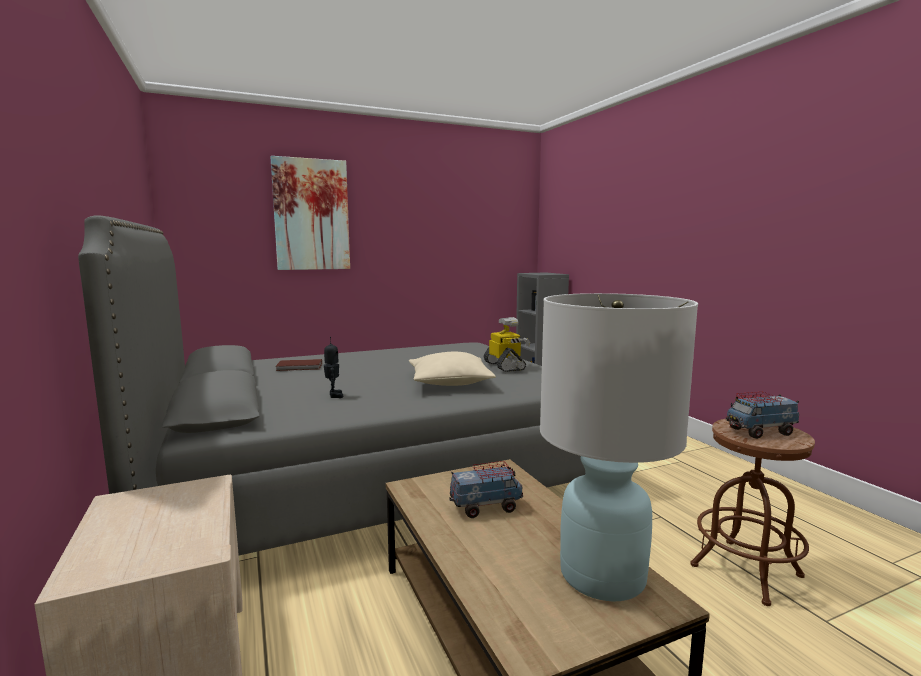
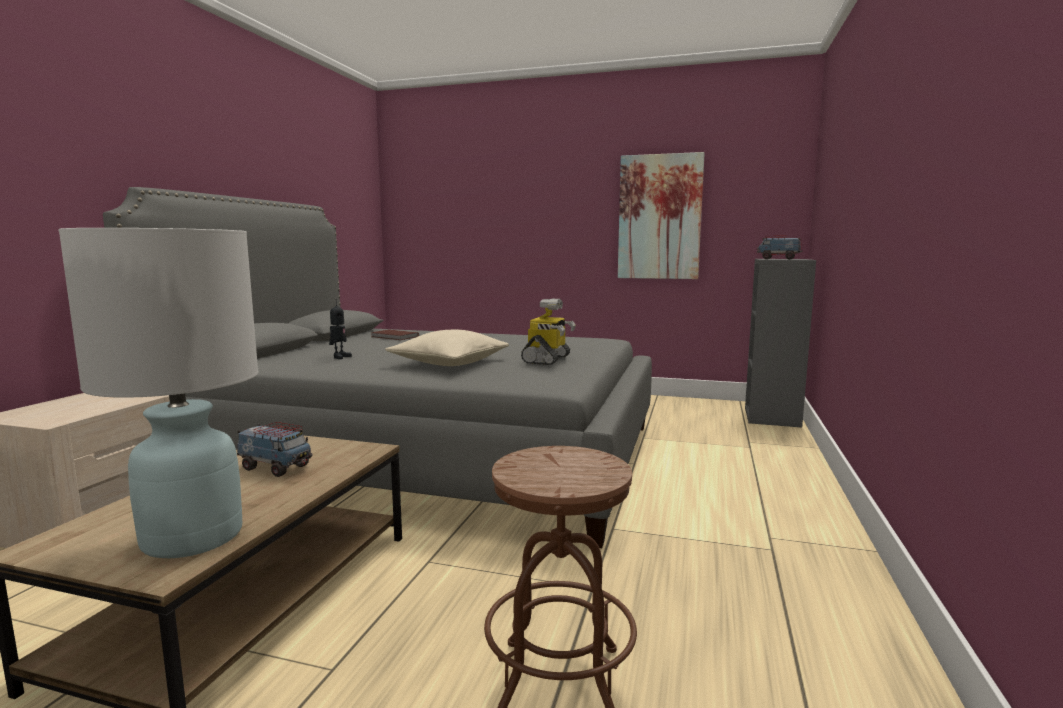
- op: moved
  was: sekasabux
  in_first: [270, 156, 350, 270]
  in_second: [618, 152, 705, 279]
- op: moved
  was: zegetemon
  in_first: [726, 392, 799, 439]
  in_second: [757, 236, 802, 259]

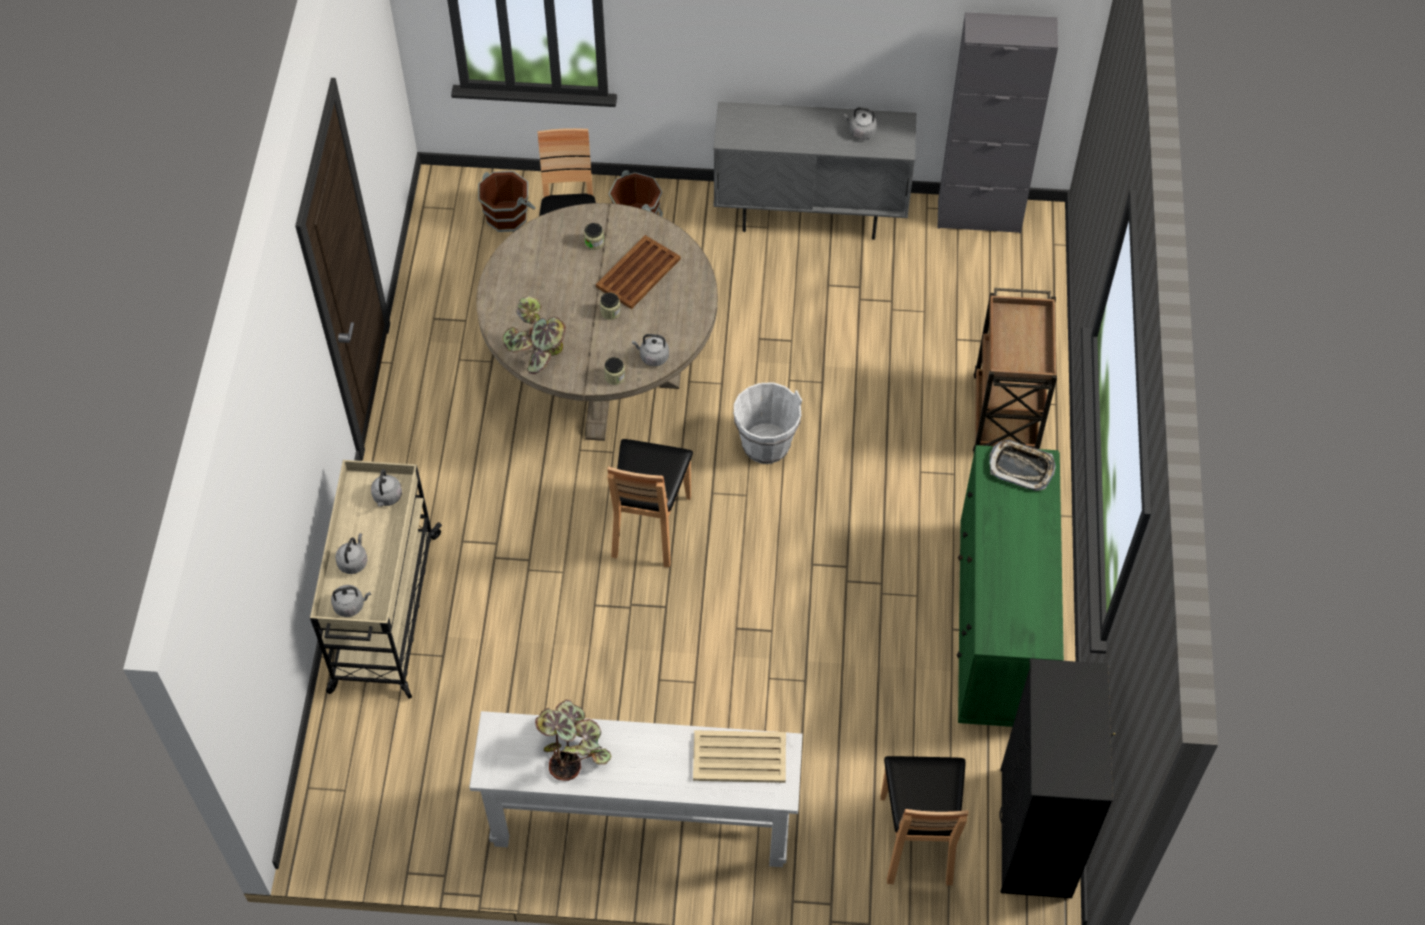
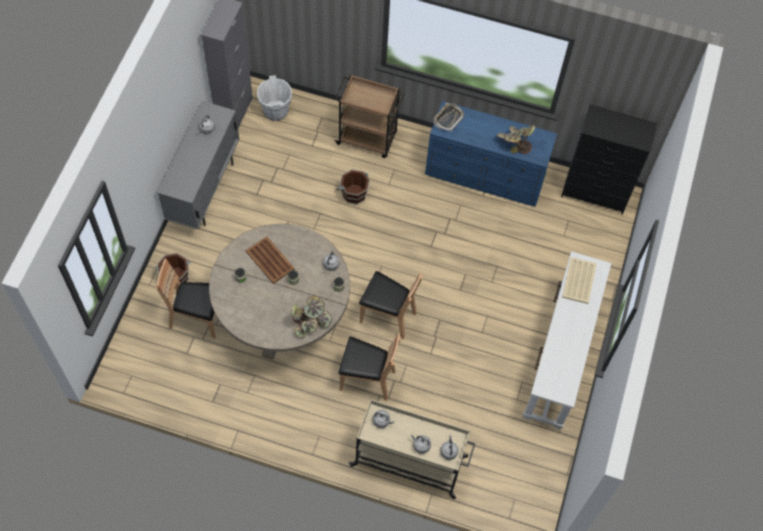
- op: moved
  was: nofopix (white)
  in_first: [733, 382, 802, 464]
  in_second: [257, 75, 292, 121]
- op: moved
  was: nofopix (brown)
  in_first: [478, 171, 536, 232]
  in_second: [336, 169, 370, 205]
- op: moved
  was: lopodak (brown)
  in_first: [880, 756, 968, 886]
  in_second: [338, 334, 401, 401]
- op: recoloured
  was: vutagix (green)
  now: vutagix (blue)
  in_first: [957, 445, 1064, 727]
  in_second: [425, 101, 557, 207]
- op: moved
  was: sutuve
  in_first: [535, 700, 611, 781]
  in_second: [496, 125, 536, 154]

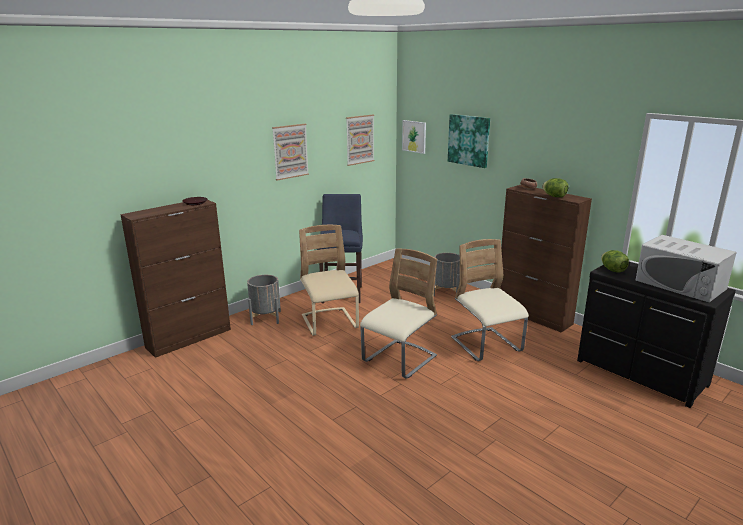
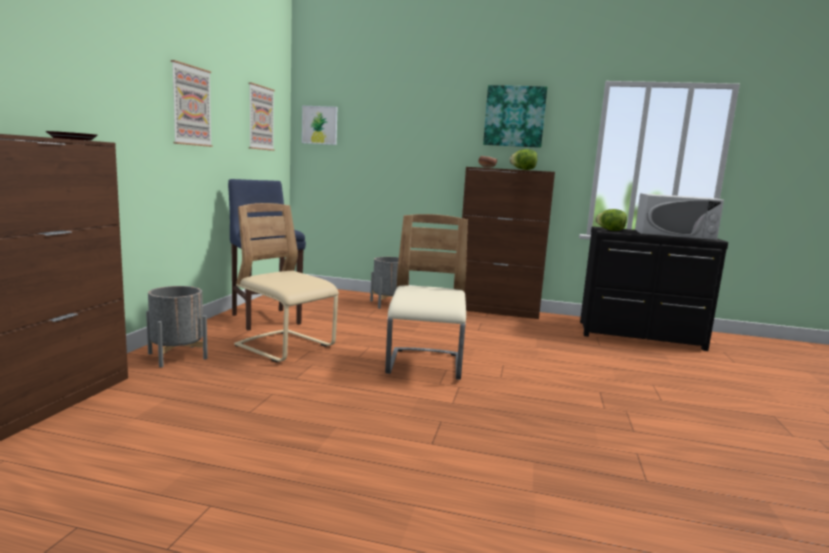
- op: moved
  was: sekasabux
  in_first: [448, 114, 490, 168]
  in_second: [483, 85, 547, 148]
- op: removed
  was: lopodak (beige)
  in_first: [451, 239, 529, 361]

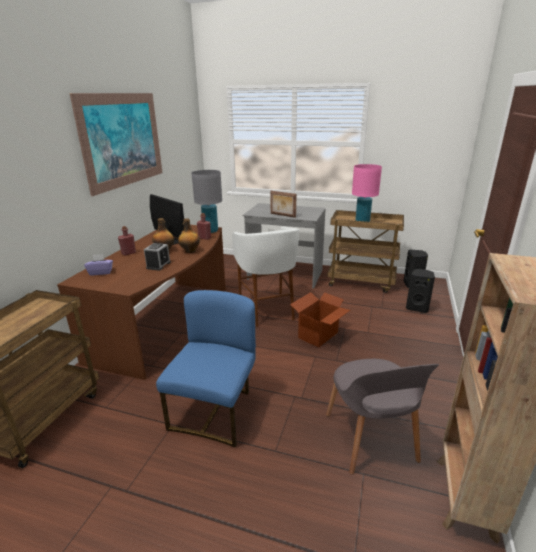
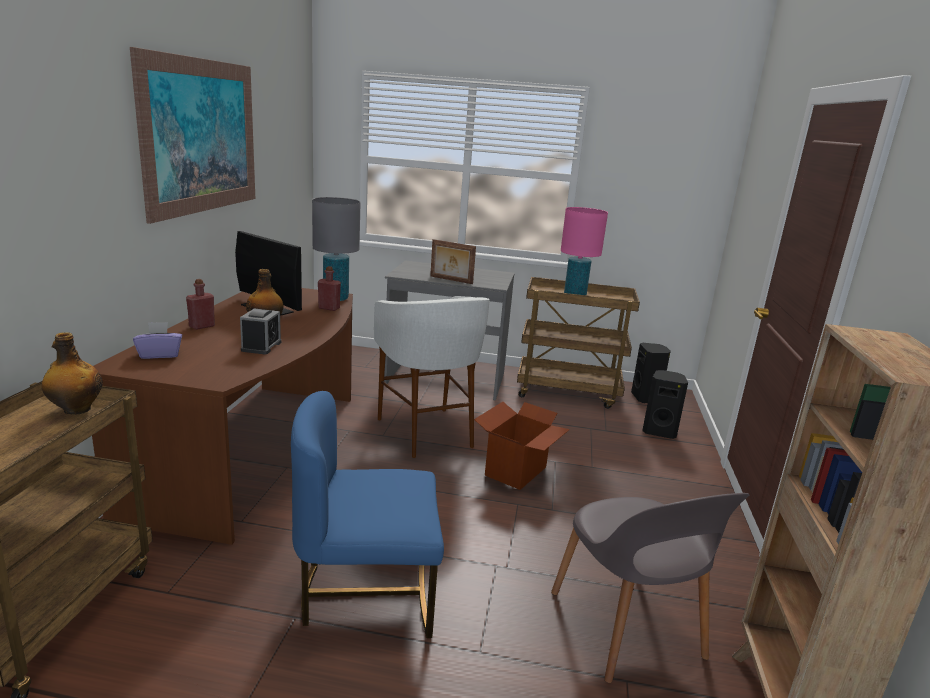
- op: moved
  was: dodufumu
  in_first: [178, 219, 200, 253]
  in_second: [42, 332, 103, 415]
- op: turned
  was: lopodak (blue)
  in_first: [156, 290, 256, 448]
  in_second: [291, 391, 444, 638]
  clockwise: -105

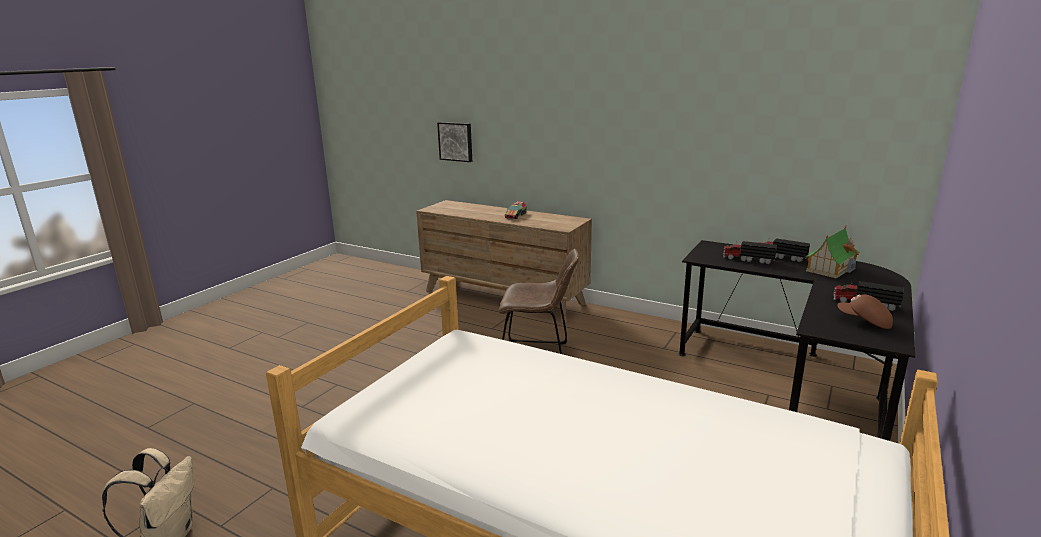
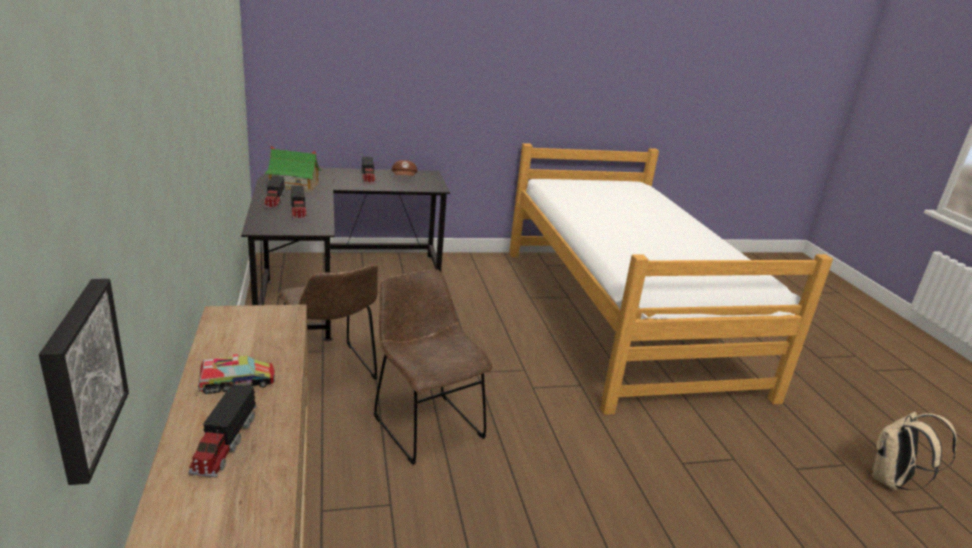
- op: added
  now: zegetemon
  in_second: [188, 384, 257, 478]
- op: added
  now: lopodak (brown)
  in_second: [278, 264, 378, 379]

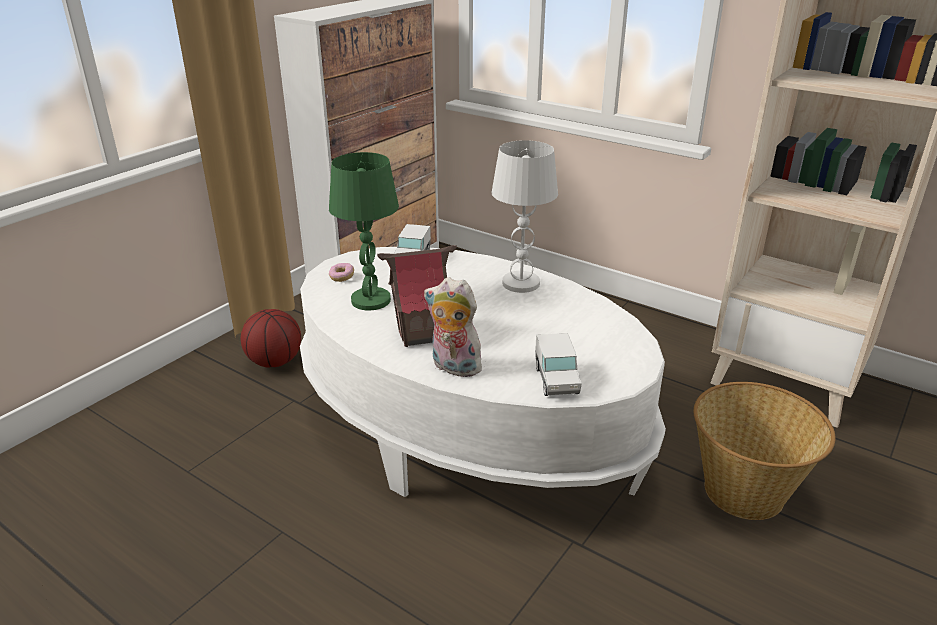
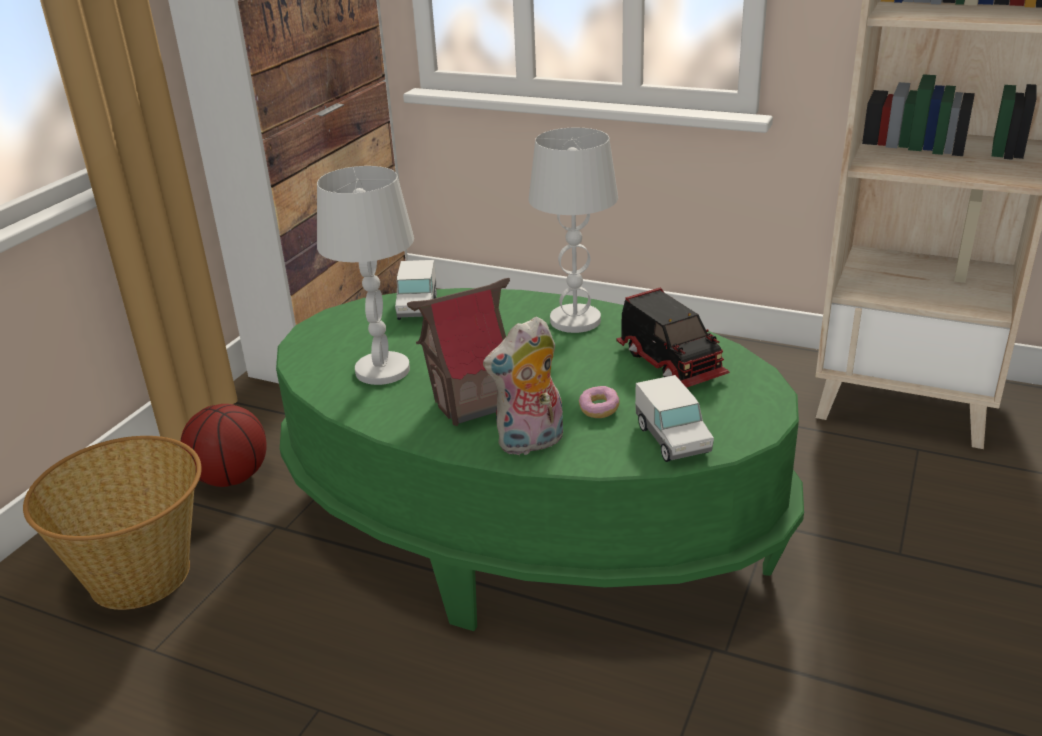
- op: moved
  was: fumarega
  in_first: [694, 382, 836, 520]
  in_second: [23, 436, 202, 610]
- op: recoloured
  was: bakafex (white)
  now: bakafex (green)
  in_first: [300, 247, 666, 497]
  in_second: [276, 288, 804, 631]
- op: recoloured
  was: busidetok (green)
  now: busidetok (white)
  in_first: [329, 152, 399, 310]
  in_second: [317, 166, 414, 385]
- op: turned
  was: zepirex
  in_first: [424, 277, 484, 377]
  in_second: [483, 316, 563, 455]
  clockwise: -45
- op: moved
  was: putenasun
  in_first: [329, 263, 354, 282]
  in_second: [579, 386, 620, 418]
- op: added
  now: zegetemon
  in_second: [616, 288, 730, 388]

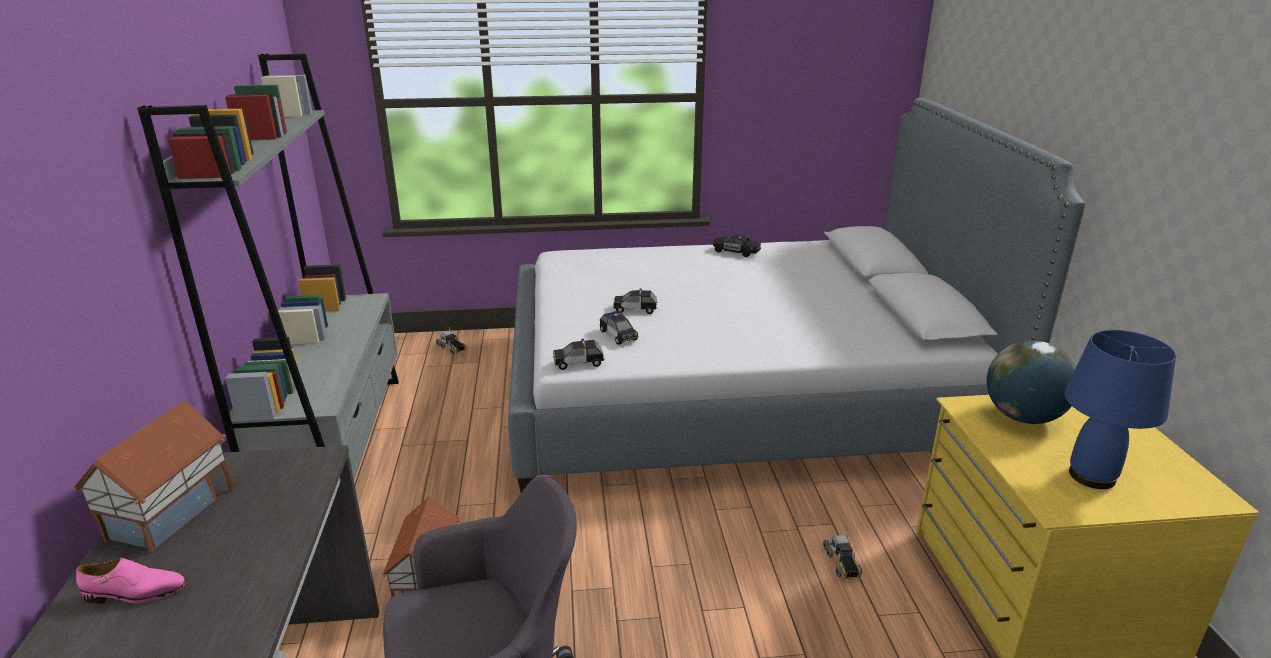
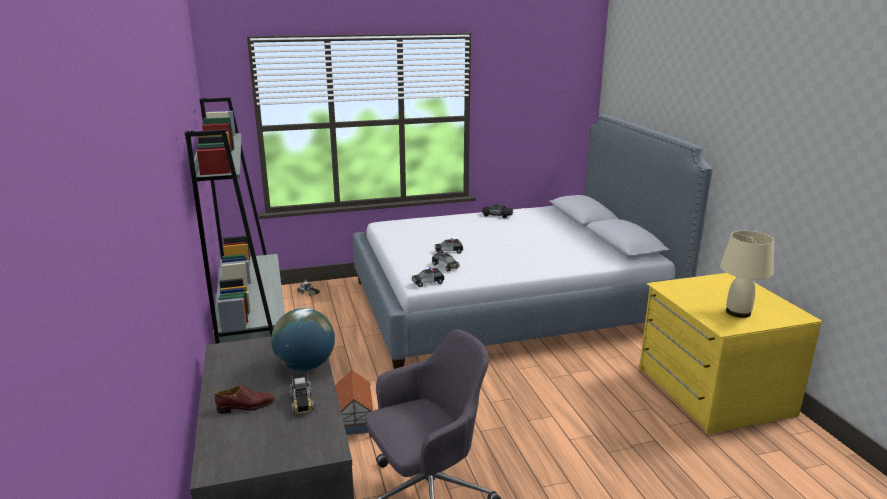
- op: recoloured
  was: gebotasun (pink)
  now: gebotasun (brown)
  in_first: [76, 558, 186, 604]
  in_second: [215, 385, 275, 414]
- op: moved
  was: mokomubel
  in_first: [987, 341, 1076, 424]
  in_second: [271, 308, 335, 371]
- op: moved
  was: zegetemon
  in_first: [823, 530, 862, 579]
  in_second: [288, 372, 315, 414]
- op: recoloured
  was: busidetok (blue)
  now: busidetok (beige)
  in_first: [1064, 330, 1176, 489]
  in_second: [720, 231, 774, 318]
- op: removed
  was: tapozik
  in_first: [73, 401, 234, 553]

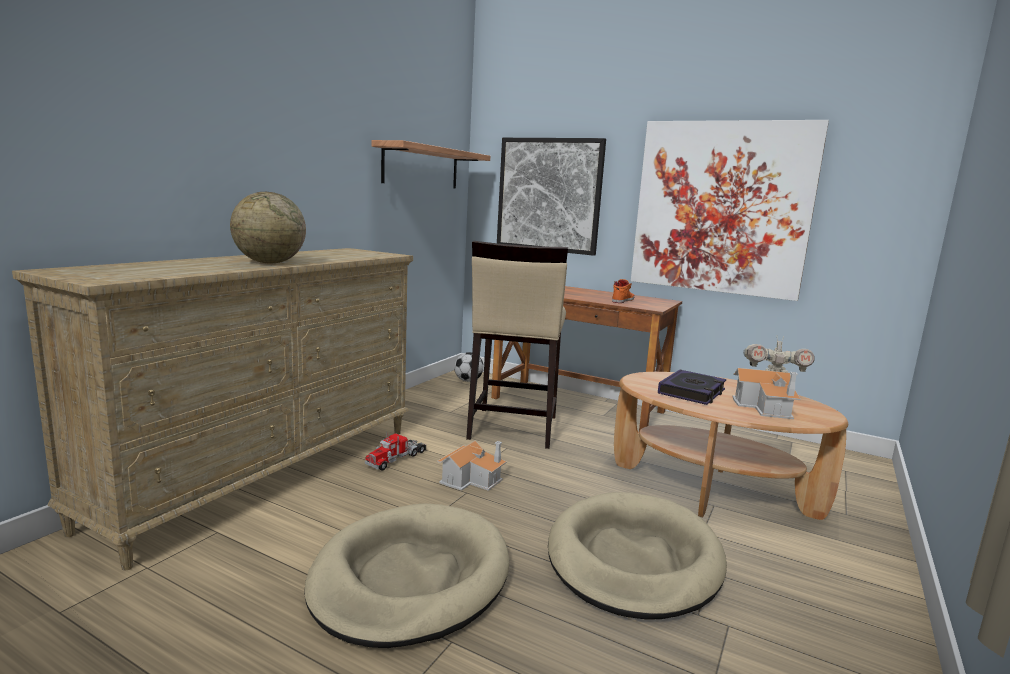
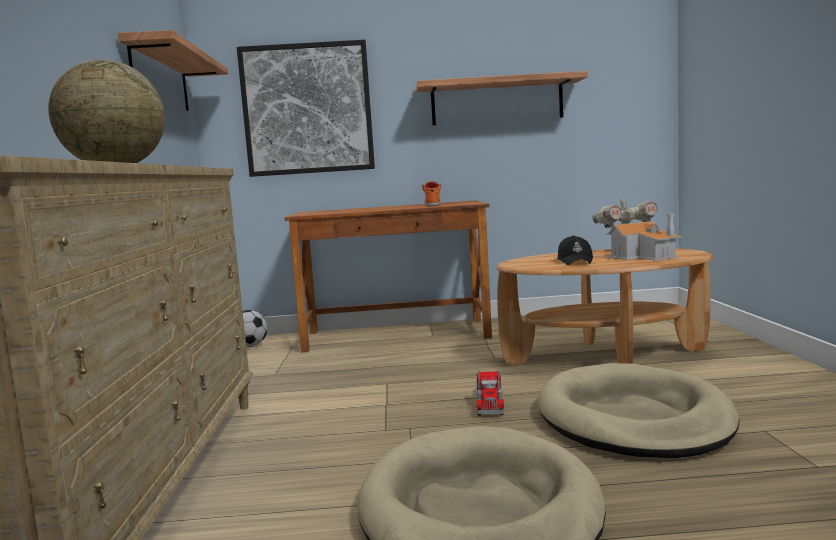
- op: replaced
  was: sekasabux
  now: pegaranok
  in_first: [631, 120, 829, 301]
  in_second: [416, 71, 588, 125]
- op: moved
  was: zegetemon
  in_first: [365, 432, 426, 471]
  in_second: [477, 370, 504, 416]
- op: replaced
  was: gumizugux
  now: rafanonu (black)
  in_first: [658, 370, 726, 405]
  in_second: [557, 235, 593, 265]
- op: removed
  was: tapozik
  in_first: [437, 441, 507, 491]
- op: removed
  was: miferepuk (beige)
  in_first: [466, 241, 568, 449]

